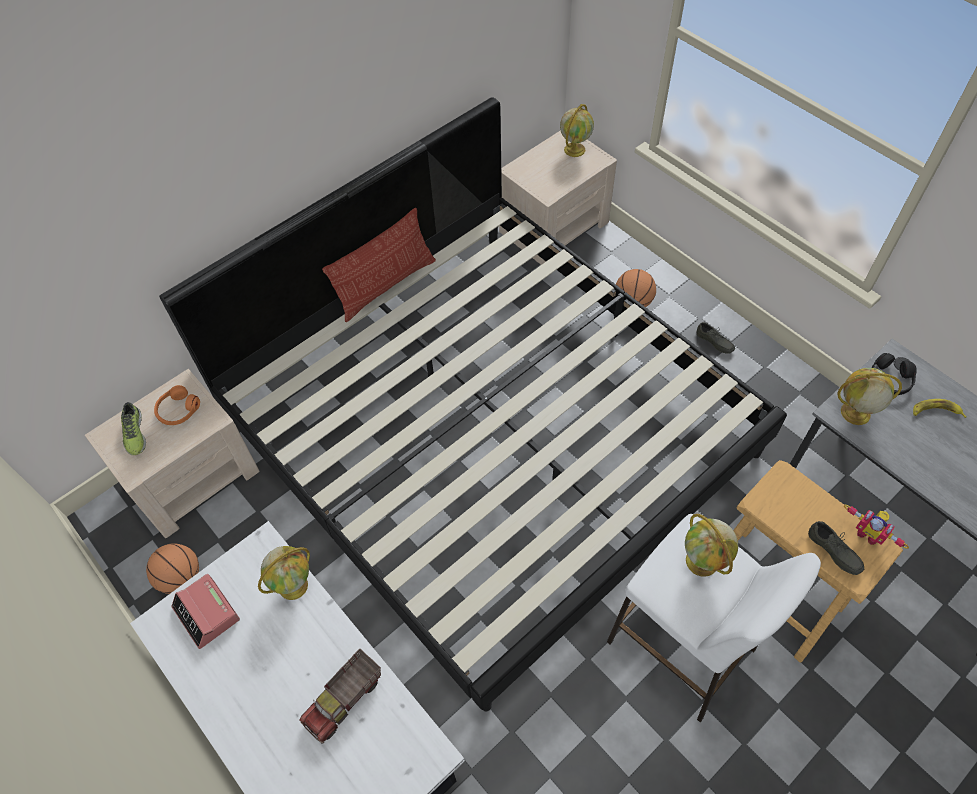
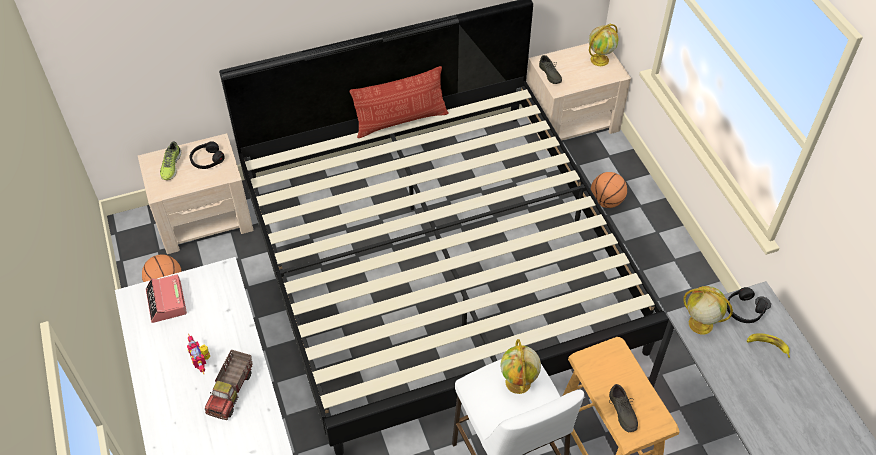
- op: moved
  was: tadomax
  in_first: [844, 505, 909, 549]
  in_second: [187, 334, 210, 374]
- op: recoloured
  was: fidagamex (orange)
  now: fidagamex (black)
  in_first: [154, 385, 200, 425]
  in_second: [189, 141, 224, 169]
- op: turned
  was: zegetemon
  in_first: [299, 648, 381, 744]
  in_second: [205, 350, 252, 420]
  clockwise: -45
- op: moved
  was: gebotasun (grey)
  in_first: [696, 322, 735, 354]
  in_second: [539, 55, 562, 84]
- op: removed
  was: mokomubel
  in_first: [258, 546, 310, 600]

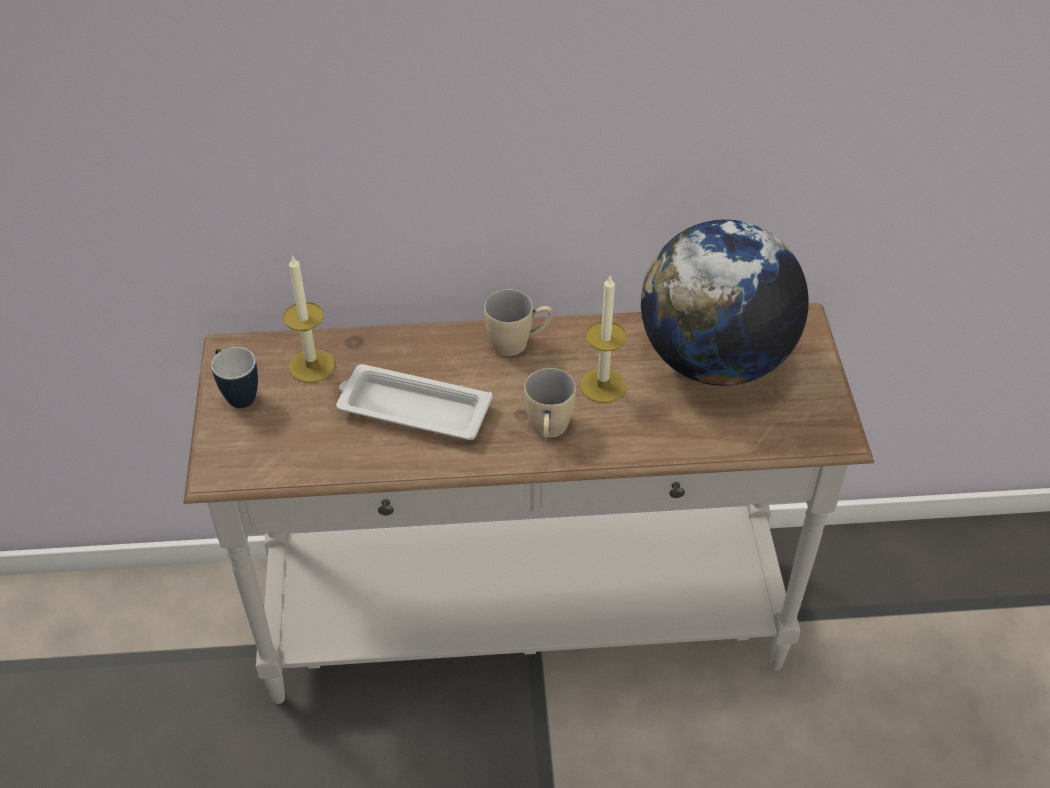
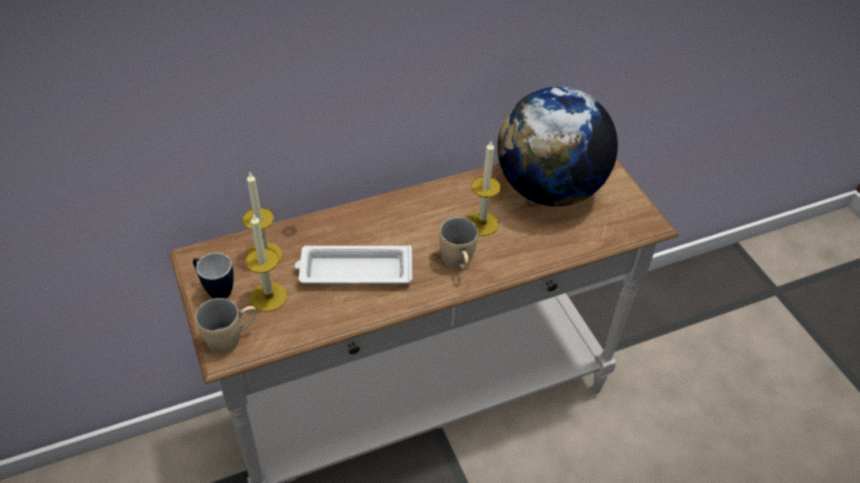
- op: moved
  was: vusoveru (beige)
  in_first: [484, 290, 553, 356]
  in_second: [195, 298, 257, 354]
- op: added
  now: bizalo
  in_second: [246, 215, 287, 312]

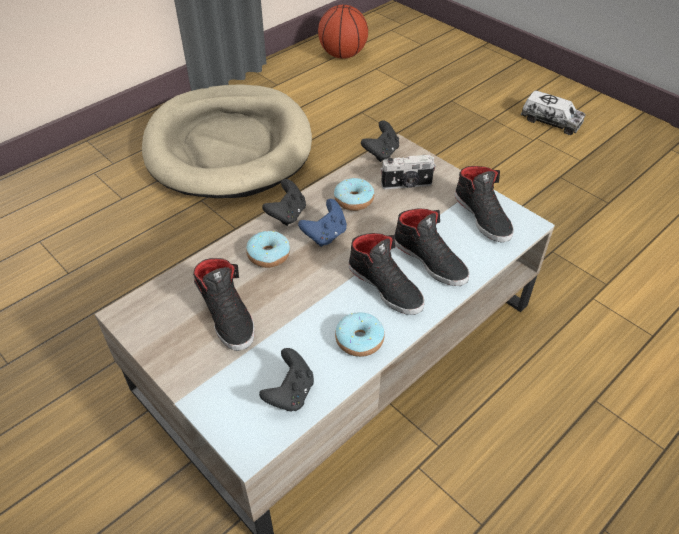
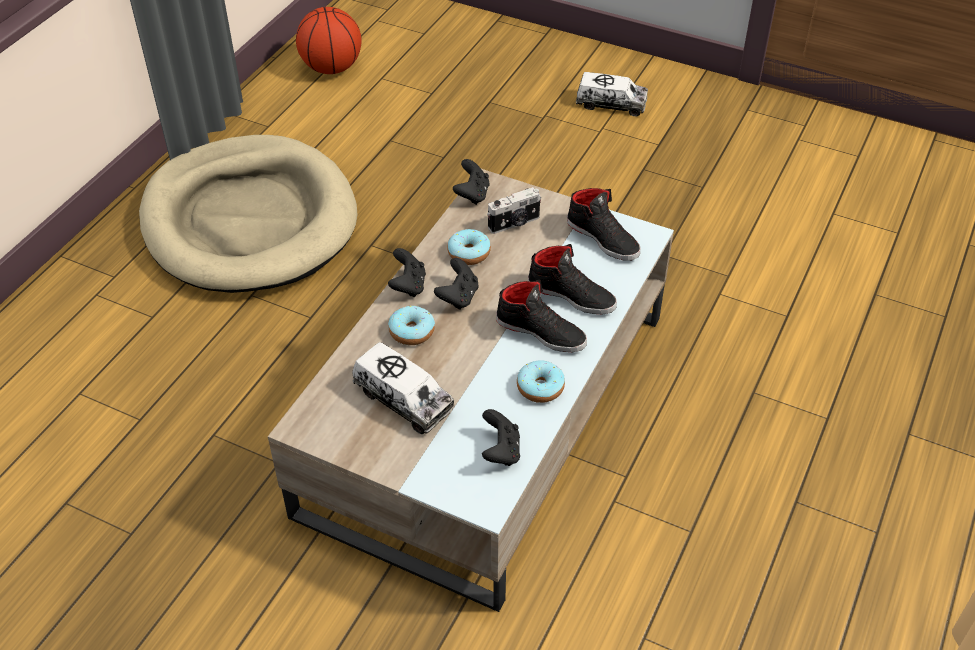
- op: replaced
  was: gebotasun (black)
  now: zegetemon
  in_first: [193, 258, 255, 351]
  in_second: [352, 342, 455, 434]
- op: recoloured
  was: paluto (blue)
  now: paluto (black)
  in_first: [298, 199, 347, 247]
  in_second: [434, 258, 478, 310]

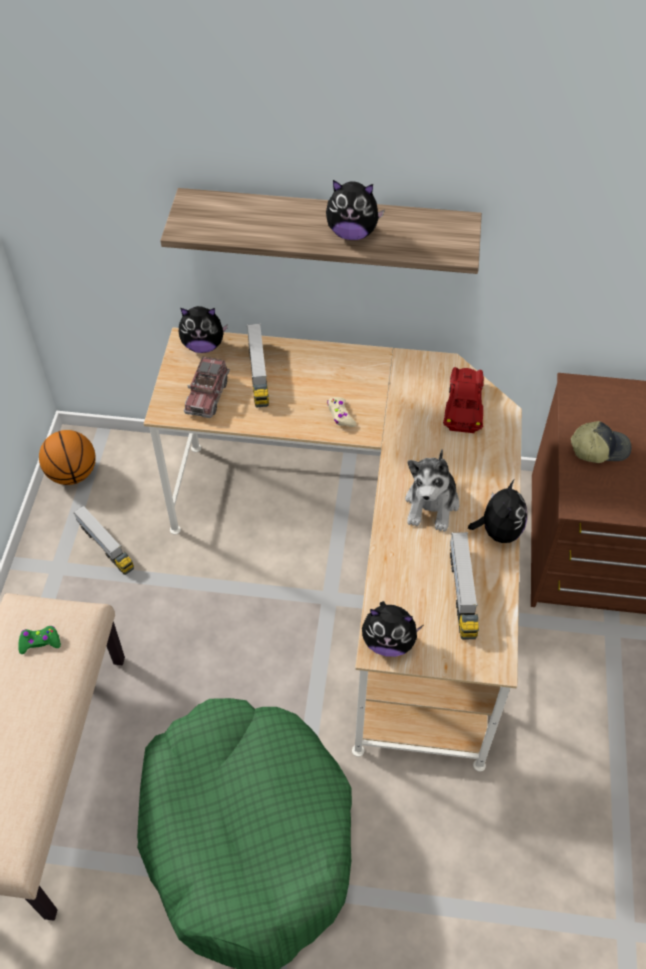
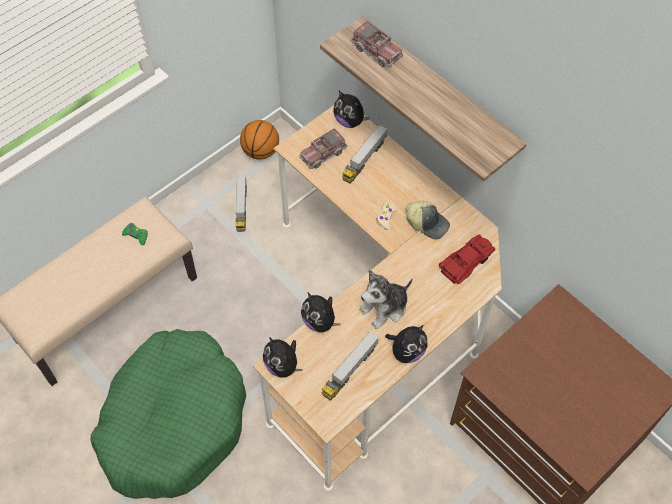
- op: moved
  was: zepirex
  in_first: [326, 180, 385, 240]
  in_second: [301, 293, 340, 332]
- op: added
  now: zegetemon
  in_second: [351, 21, 403, 68]
- op: moved
  was: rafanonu
  in_first: [571, 421, 631, 463]
  in_second: [406, 201, 450, 239]

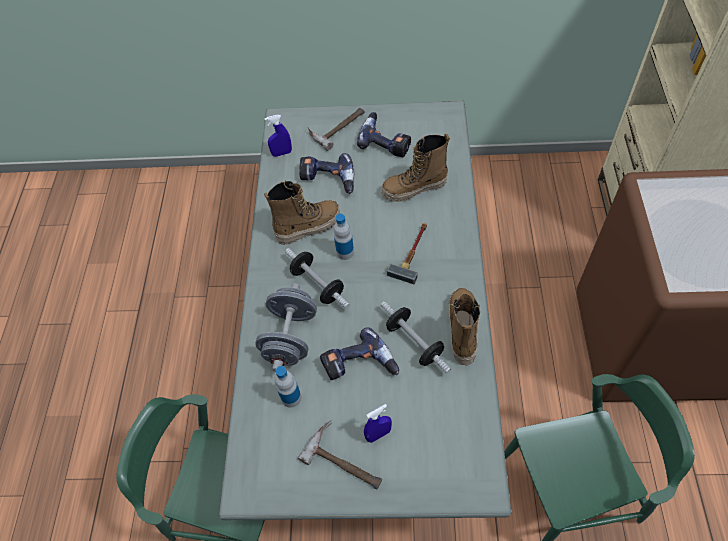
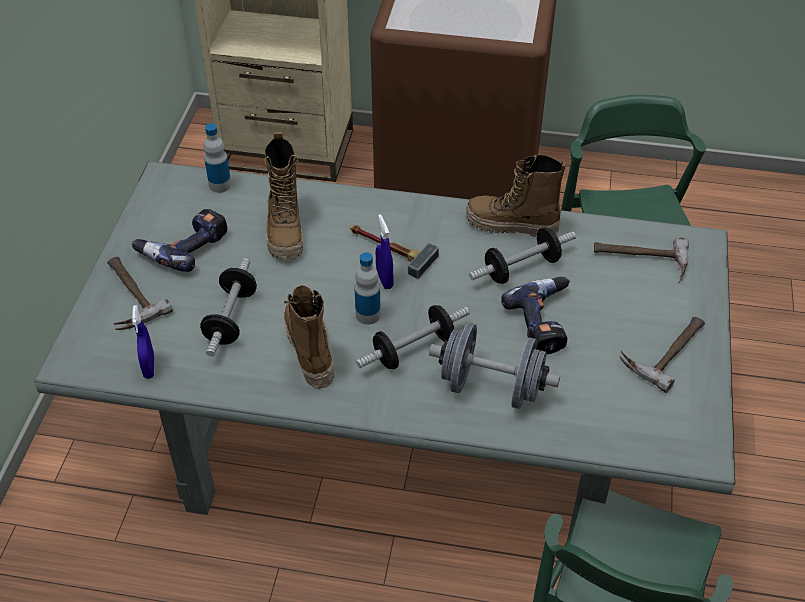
- op: replaced
  was: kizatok
  now: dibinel
  in_first: [299, 153, 354, 194]
  in_second: [200, 258, 257, 357]
- op: moved
  was: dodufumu
  in_first: [275, 366, 302, 408]
  in_second: [203, 123, 231, 193]
- op: moved
  was: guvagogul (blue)
  in_first: [364, 404, 392, 443]
  in_second: [376, 214, 394, 289]
- op: added
  now: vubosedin
  in_second: [594, 238, 689, 283]

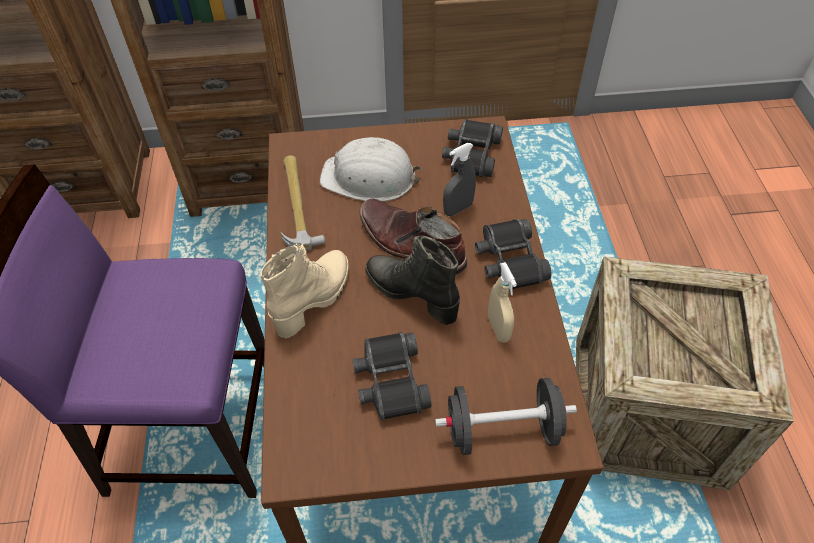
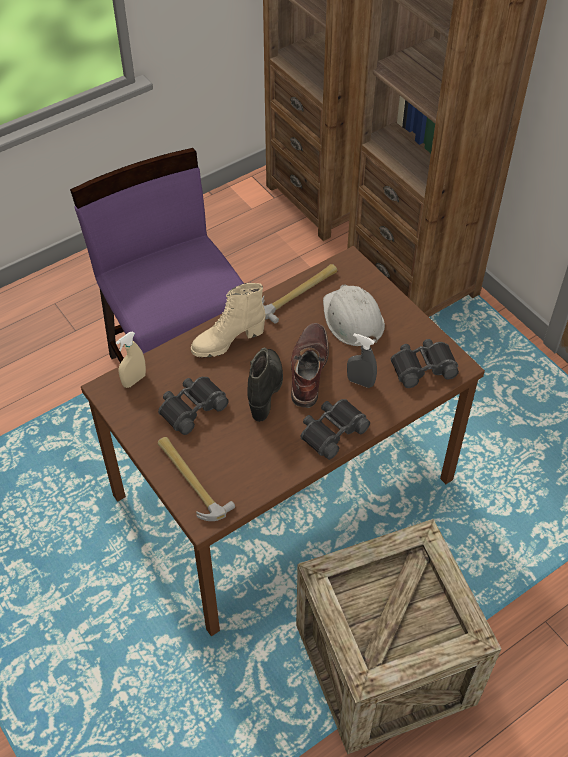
- op: moved
  was: guvagogul (beige)
  in_first: [488, 262, 517, 343]
  in_second: [116, 331, 146, 388]
- op: replaced
  was: dibinel (black)
  now: vubosedin
  in_first: [435, 378, 577, 455]
  in_second: [158, 437, 235, 521]
- op: turned
  was: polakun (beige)
  in_first: [260, 243, 349, 339]
  in_second: [191, 283, 266, 358]
  clockwise: 150

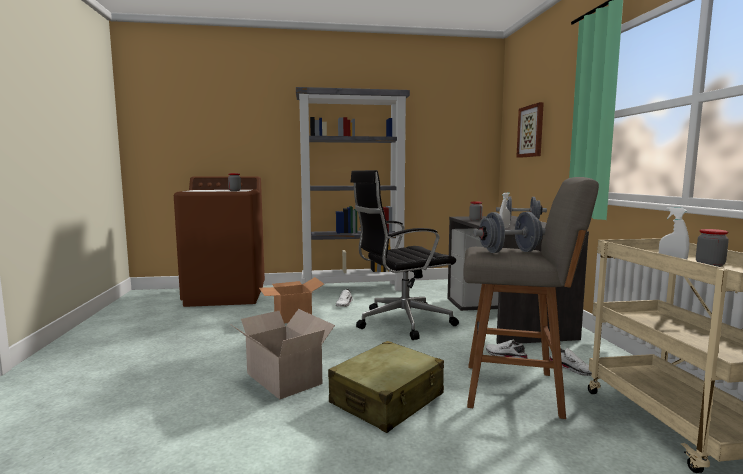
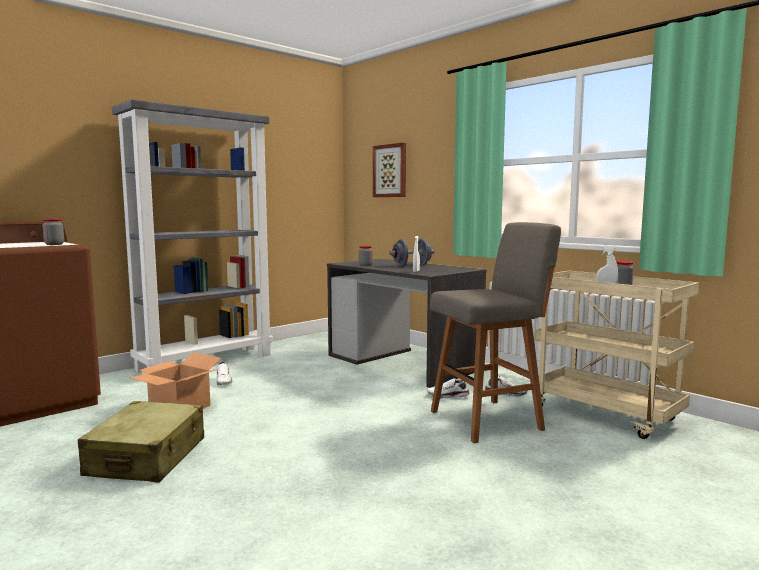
- op: moved
  was: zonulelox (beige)
  in_first: [328, 341, 444, 433]
  in_second: [78, 401, 204, 483]
- op: removed
  was: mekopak
  in_first: [230, 309, 335, 400]
- op: removed
  was: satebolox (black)
  in_first: [351, 170, 459, 340]
- op: removed
  was: dibinel (grey)
  in_first: [474, 212, 546, 253]

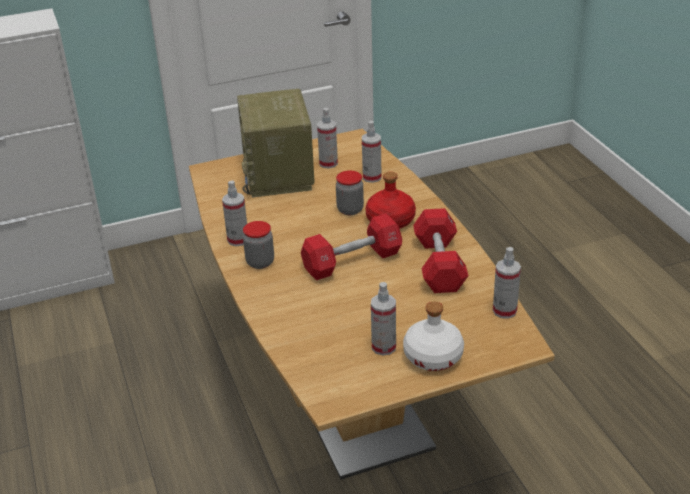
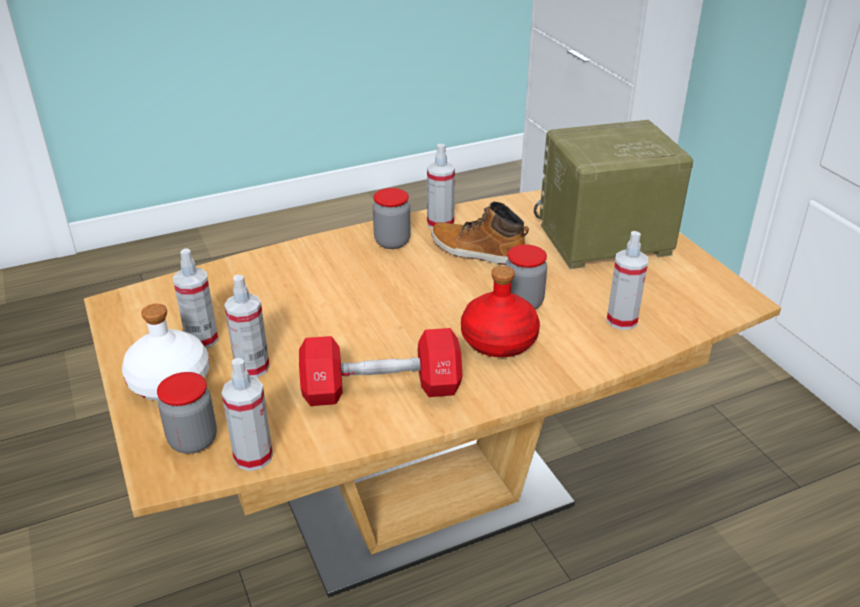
- op: added
  now: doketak
  in_second: [157, 372, 217, 454]
- op: moved
  was: guvagogul
  in_first: [317, 108, 338, 168]
  in_second: [224, 275, 270, 378]
- op: added
  now: polakun
  in_second: [431, 202, 529, 265]
- op: removed
  was: dibinel (red)
  in_first: [301, 213, 402, 280]

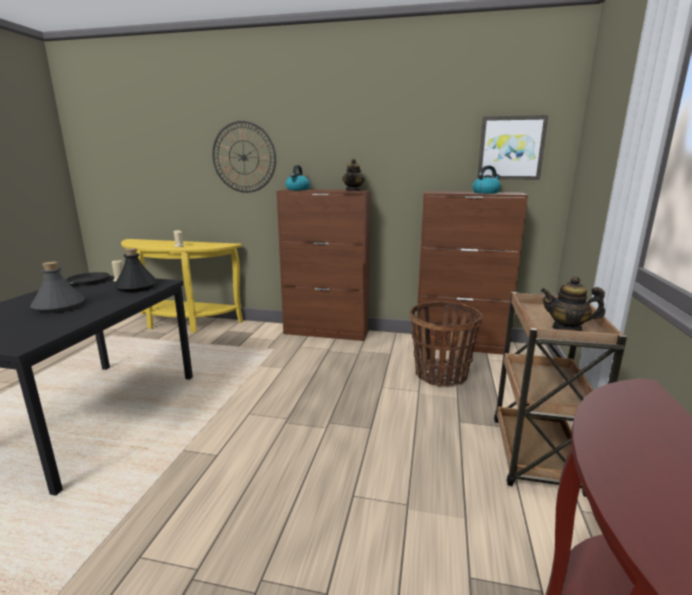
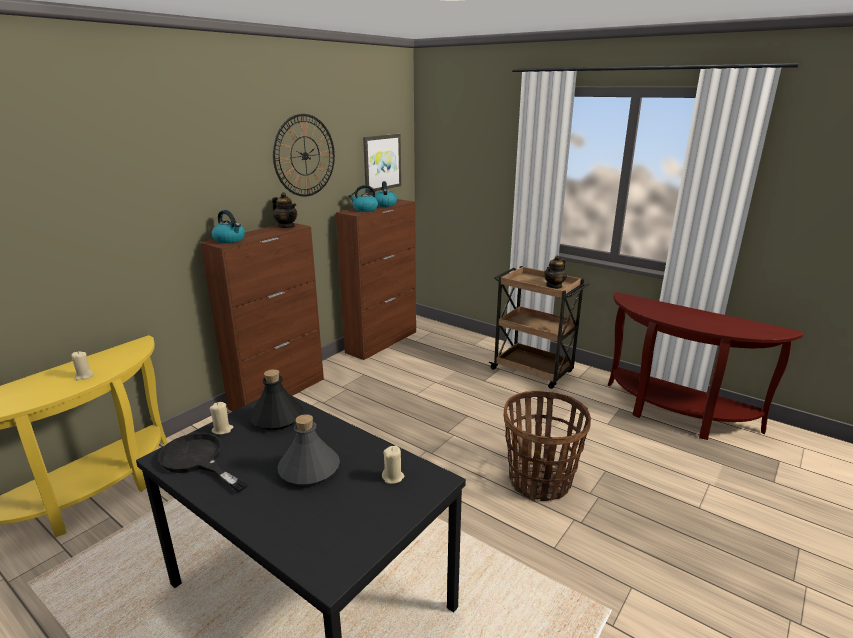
- op: moved
  was: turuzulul
  in_first: [212, 121, 276, 193]
  in_second: [273, 114, 335, 197]
- op: added
  now: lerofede
  in_second: [349, 185, 378, 212]
- op: added
  now: bizalo (beige)
  in_second: [382, 446, 404, 484]
- op: moved
  was: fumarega
  in_first: [410, 301, 482, 386]
  in_second: [504, 390, 591, 501]

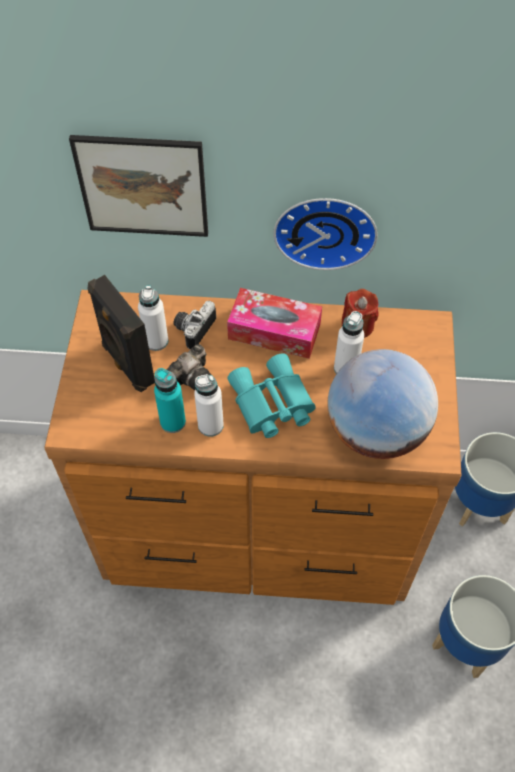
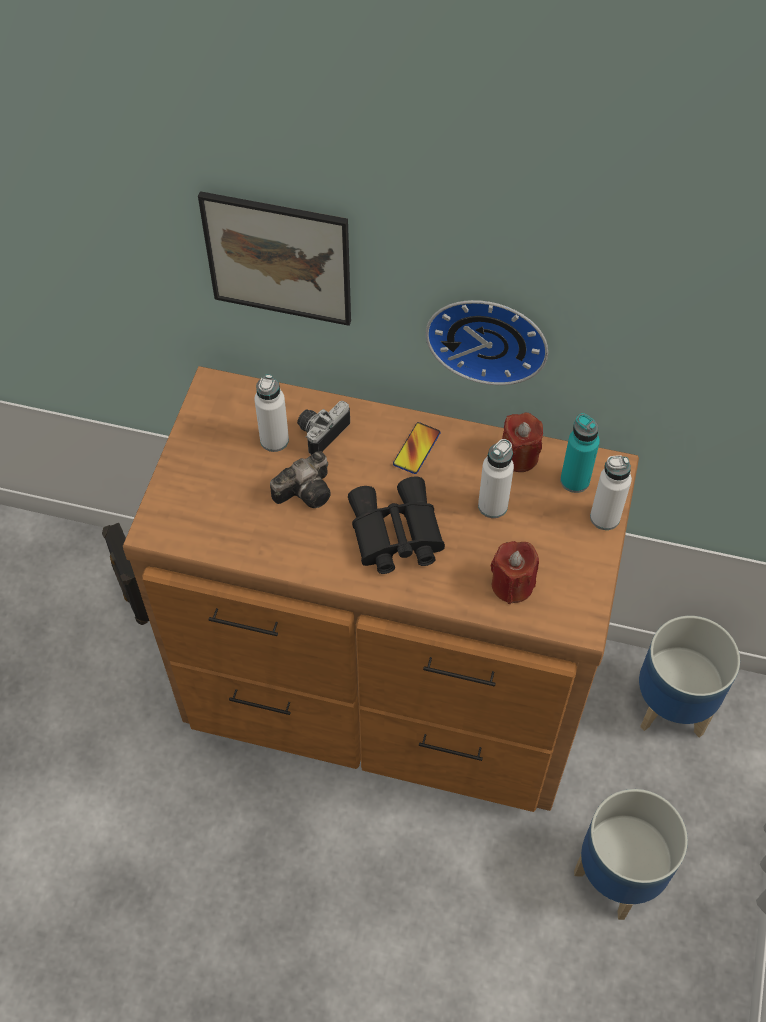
- op: moved
  was: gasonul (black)
  in_first: [87, 275, 155, 392]
  in_second: [102, 523, 149, 625]
- op: recoloured
  was: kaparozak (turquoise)
  now: kaparozak (black)
  in_first: [227, 353, 316, 438]
  in_second: [348, 476, 445, 574]
- op: replaced
  was: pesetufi
  now: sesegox
  in_first: [227, 288, 322, 359]
  in_second: [393, 422, 441, 474]
- op: replaced
  was: mokomubel
  now: bizalo (red)
  in_first: [327, 349, 438, 459]
  in_second: [491, 541, 539, 604]
- op: moved
  was: dodufumu (turquoise)
  in_first: [154, 368, 186, 433]
  in_second: [560, 413, 600, 493]
- op: moved
  was: dodufumu (white)
  in_first: [194, 374, 224, 437]
  in_second: [590, 455, 632, 530]

